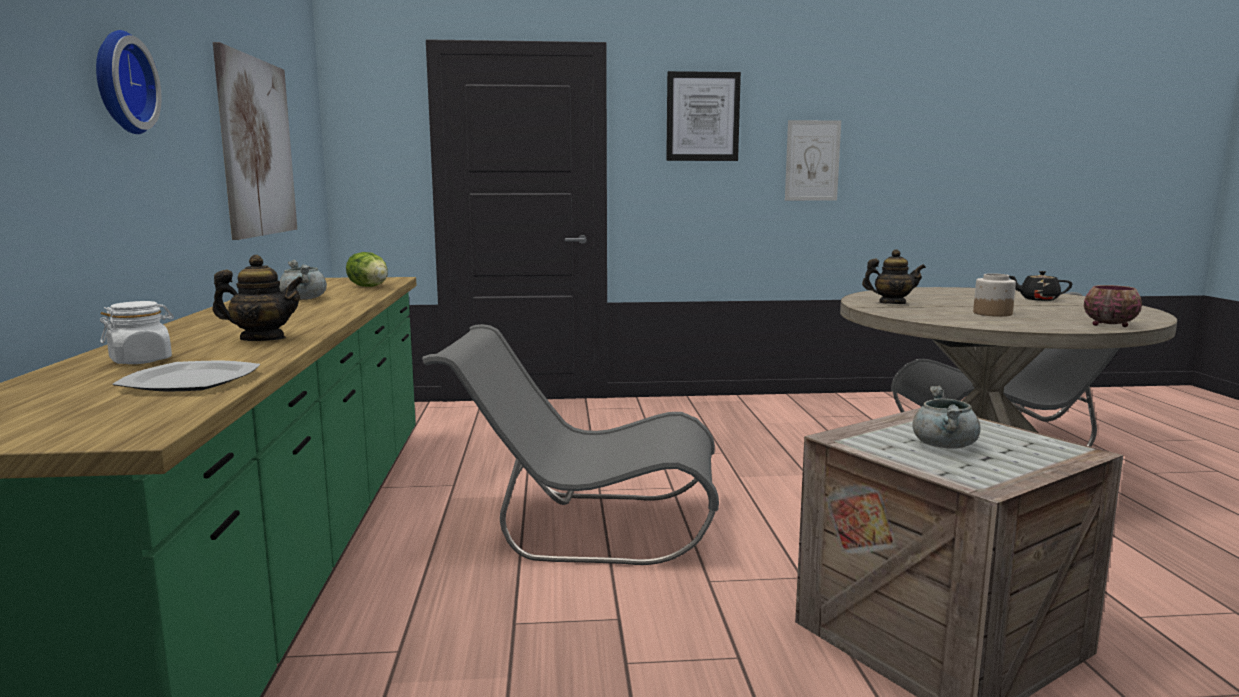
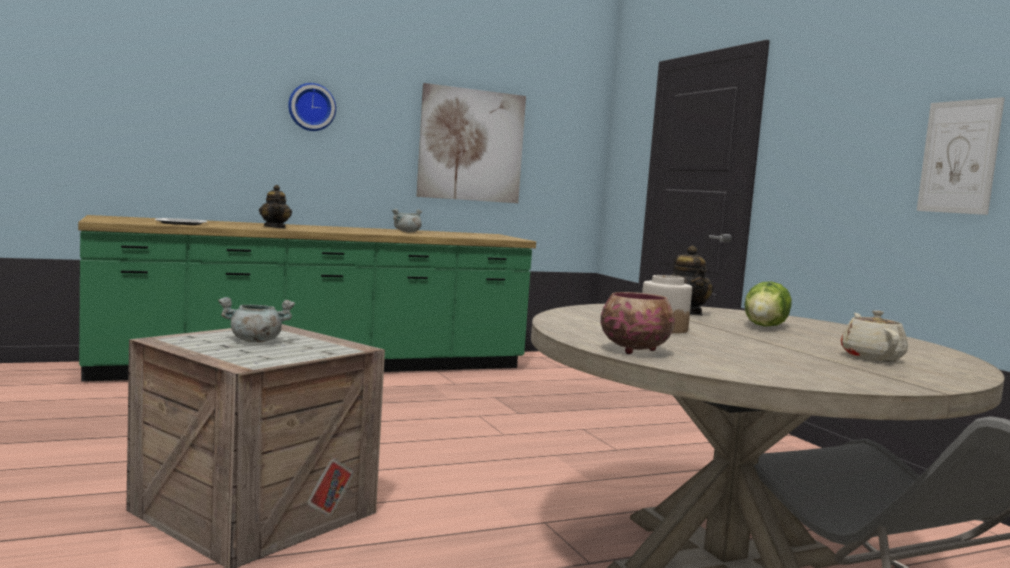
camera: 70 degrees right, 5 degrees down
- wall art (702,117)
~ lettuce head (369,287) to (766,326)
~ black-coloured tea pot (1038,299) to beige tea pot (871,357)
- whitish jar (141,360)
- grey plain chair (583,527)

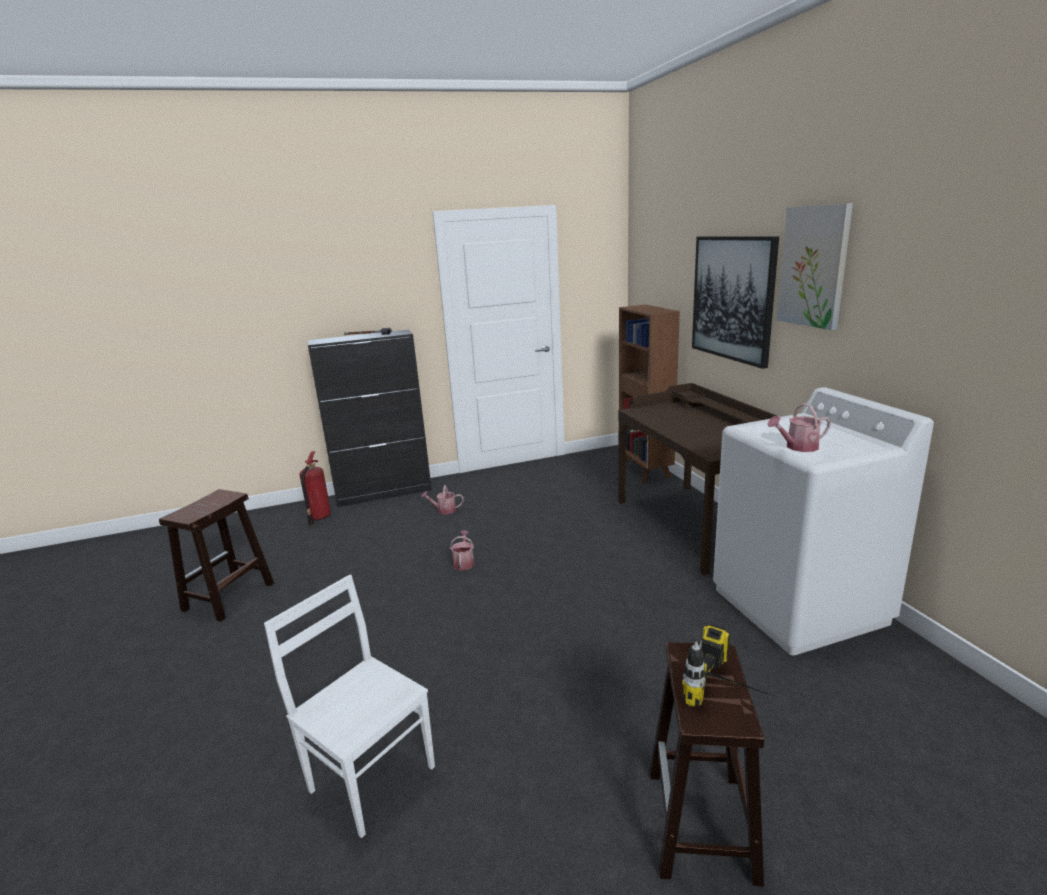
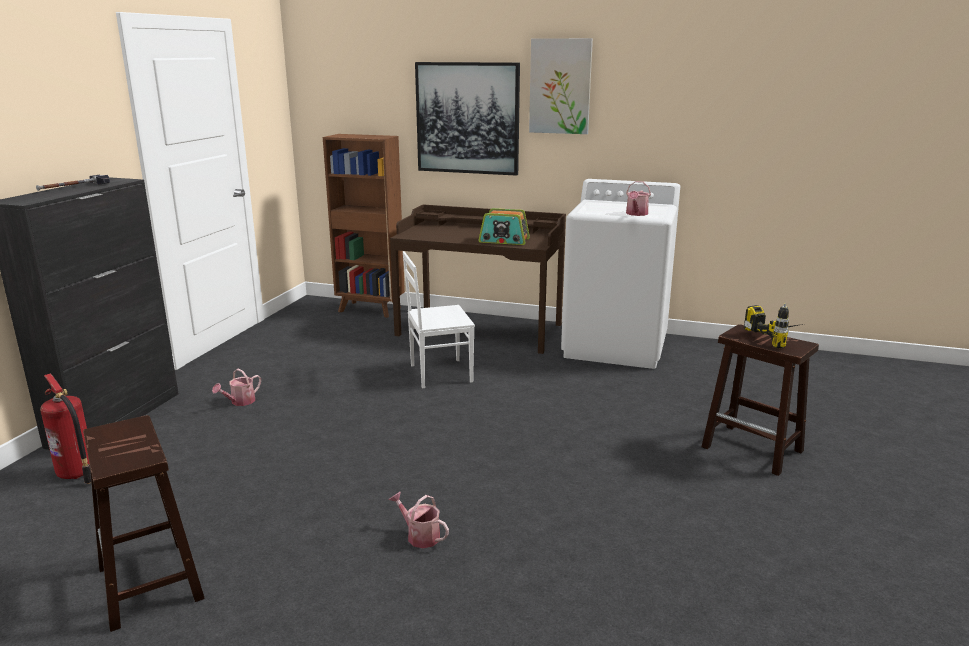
camera: 55 degrees left, 0 degrees up
~ sprinkling can (464,562) to (420,536)
~ whitish plain chair (372,776) to (439,373)
+ radio set (504,240)

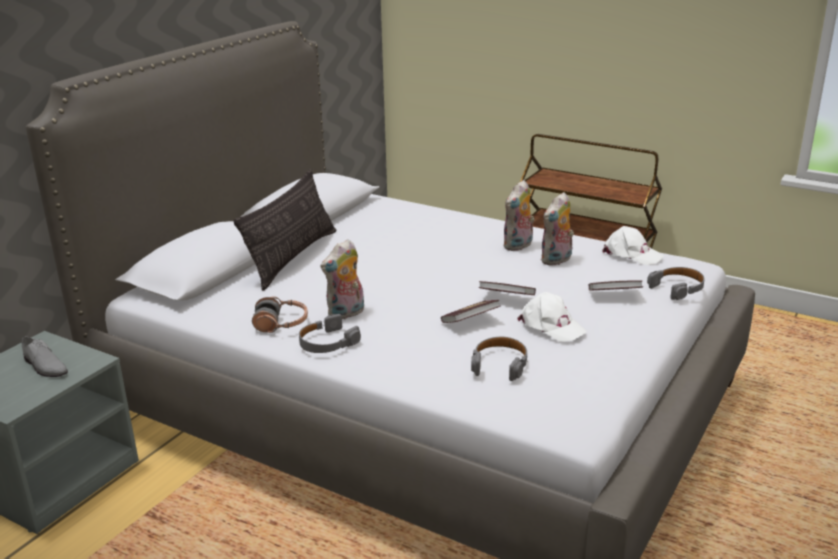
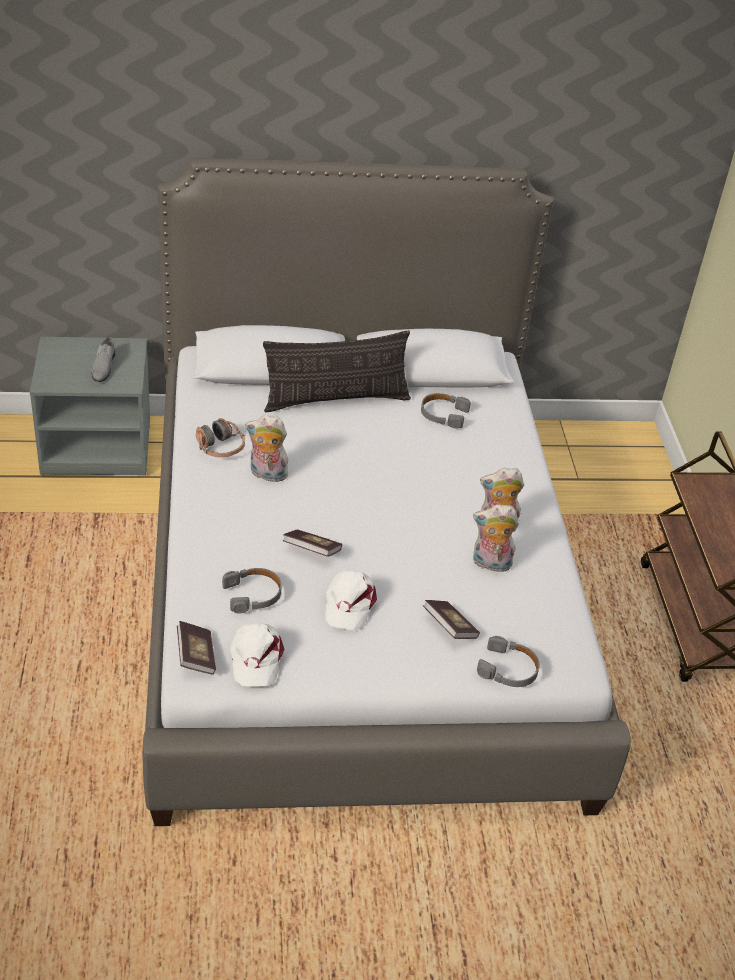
camera: 50 degrees right, 15 degrees up
~ whitish cap (631,254) to (255,658)
~ volume (507,298) to (196,656)
~ grey pair of headphones (327,343) to (443,414)

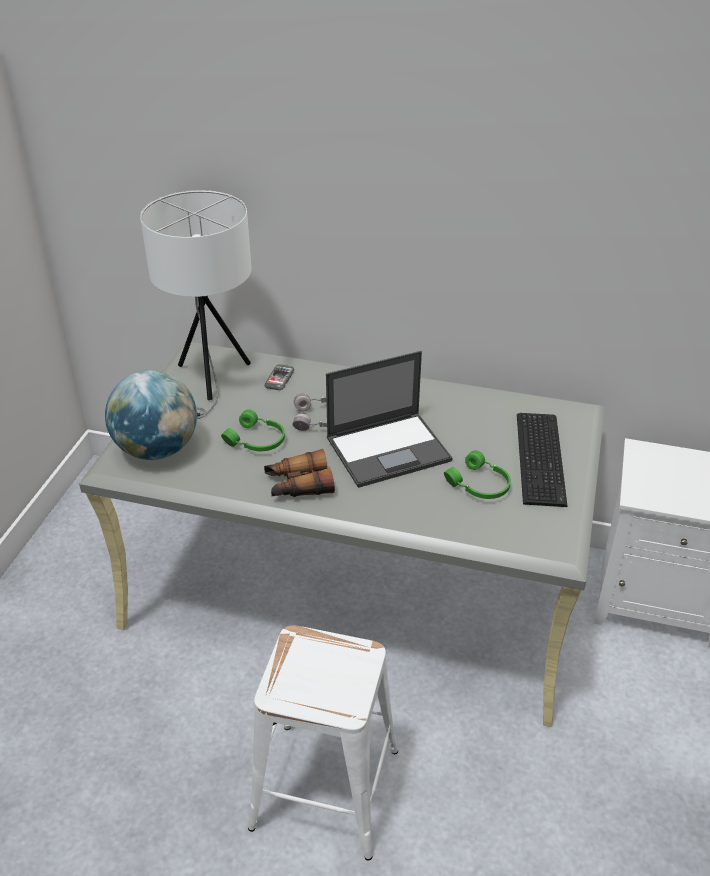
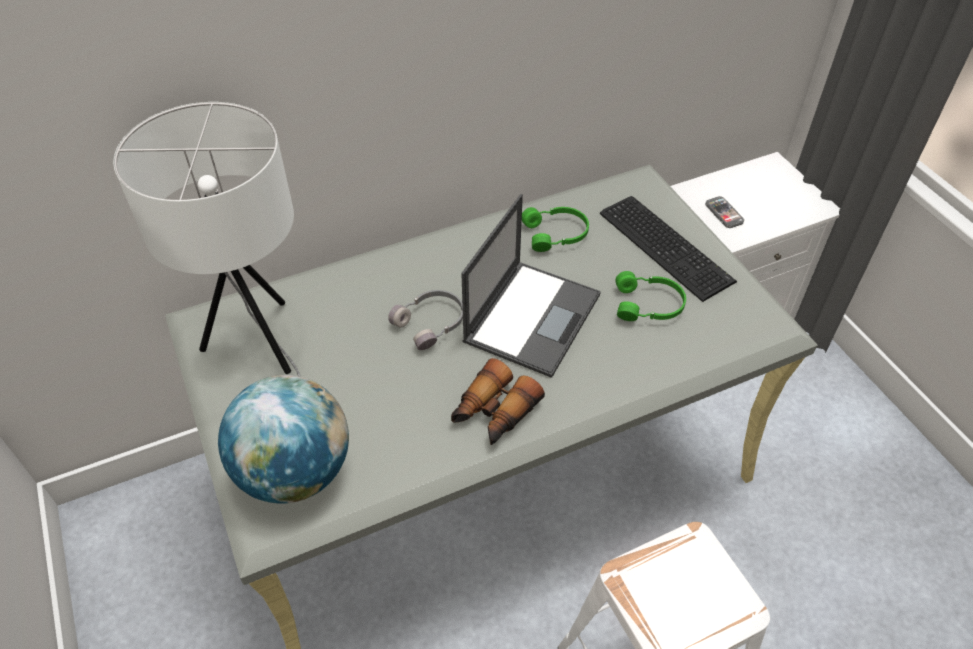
camera: 40 degrees left, 10 degrees up
~ phone (279,378) to (724,213)
~ green-coloured pair of headphones (256,441) to (556,234)

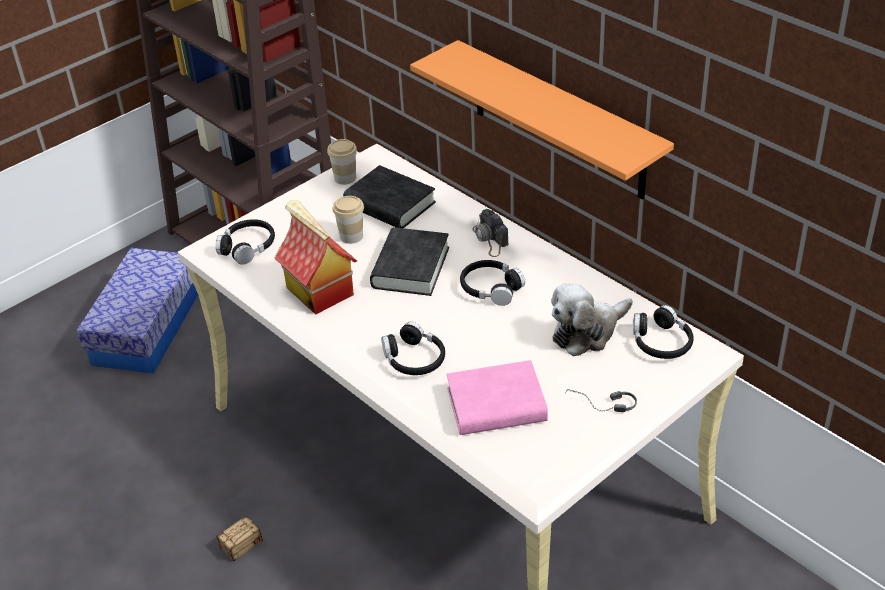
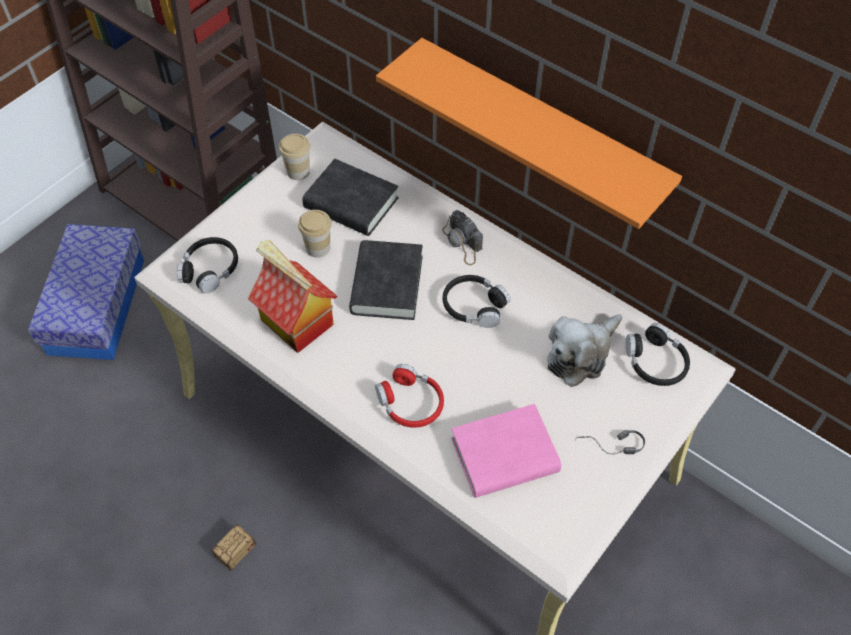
camera: 10 degrees left, 15 degrees up
~ black-coloured pair of headphones (414,359) to reddish pair of headphones (410,403)

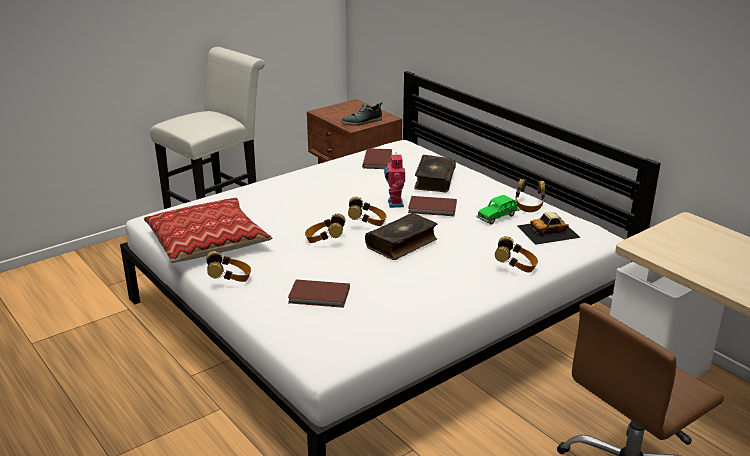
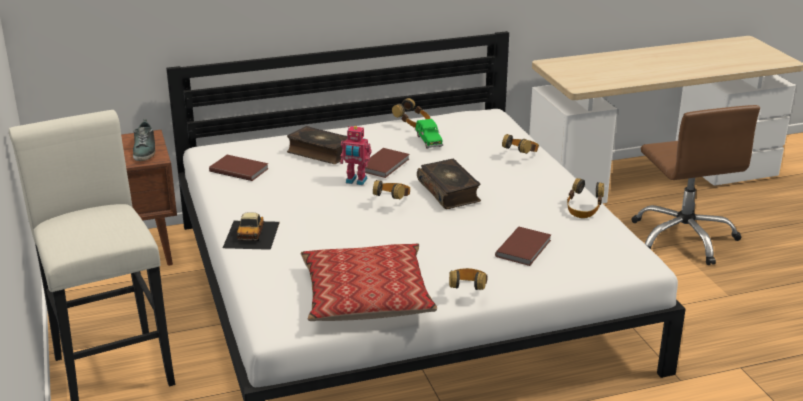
camera: 70 degrees left, 0 degrees up
~ miniature car (548,231) to (252,234)
~ pair of headphones (324,240) to (583,210)

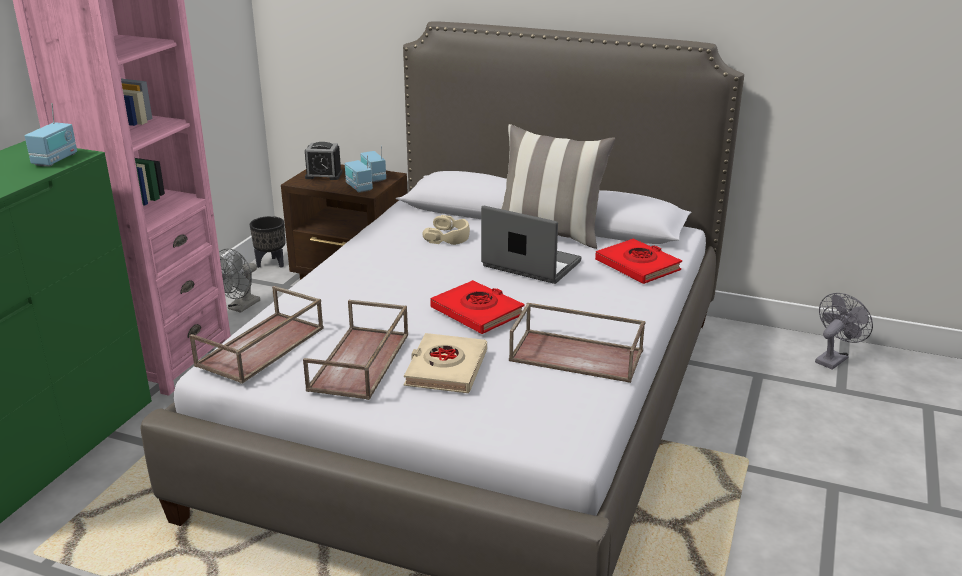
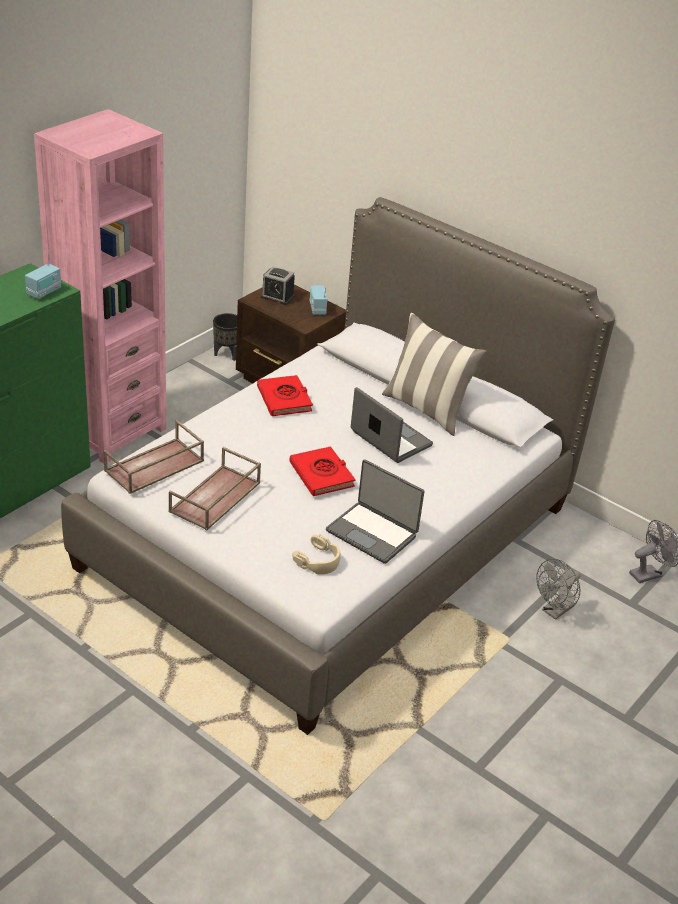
camera: 15 degrees right, 10 degrees up
- radio set (358,187)
~ beige pair of headphones (448,237) to (318,560)
~ reddish volume (638,266) to (284,399)
~ grey electric fan (241,307) to (555,611)
~ brown tray (578,355) to notebook computer (372,533)
- beige volume (445,369)

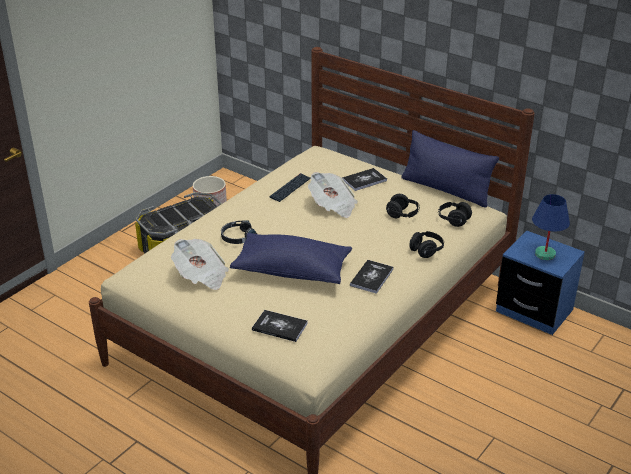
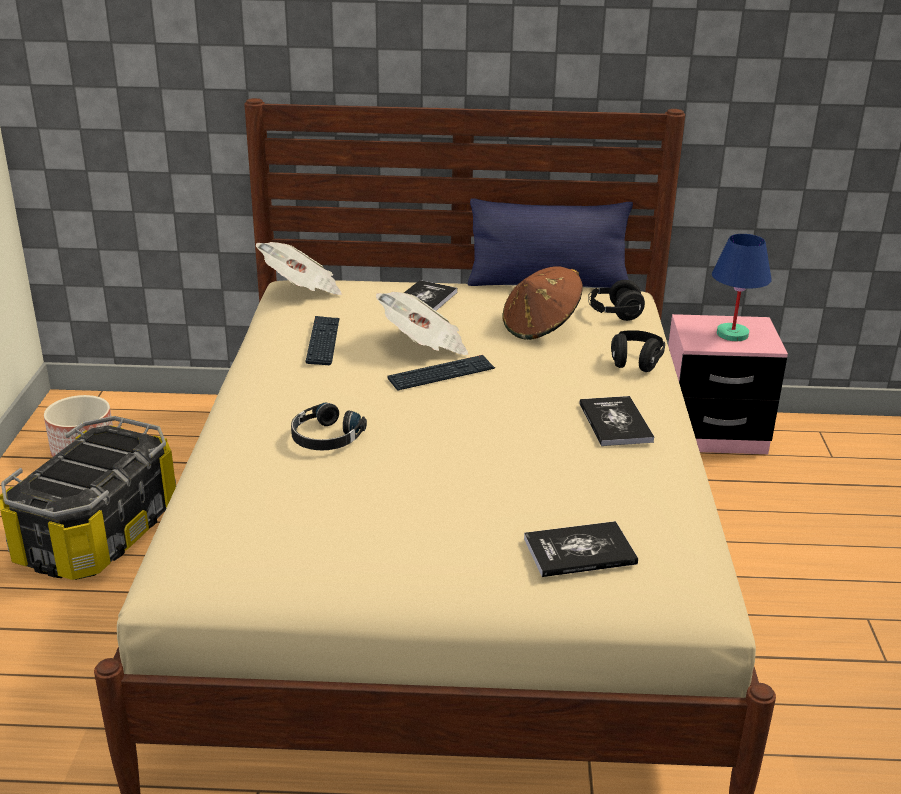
camera: 35 degrees left, 5 degrees down
~ black-coloured pair of headphones (403,215) to brown hat (541,327)
~ blue night table (534,311) to pink-coloured night table (712,433)
- blue pillow (292,271)
~ newspaper (201,276) to (302,289)
+ computer keyboard (441,374)

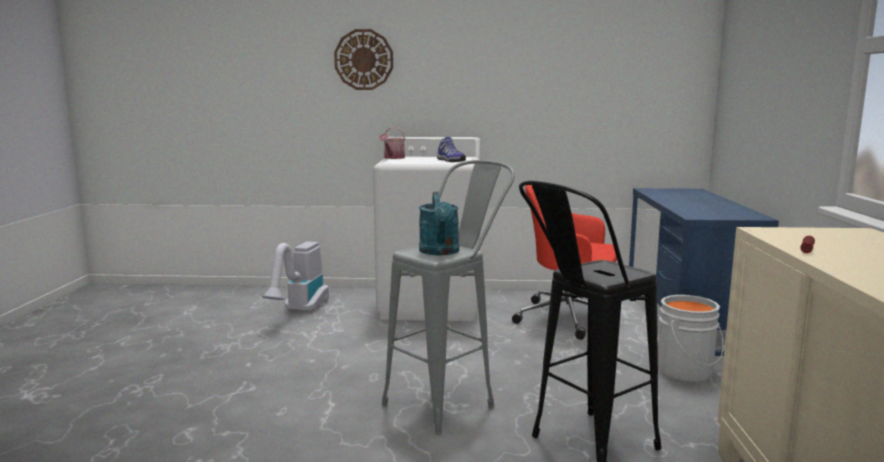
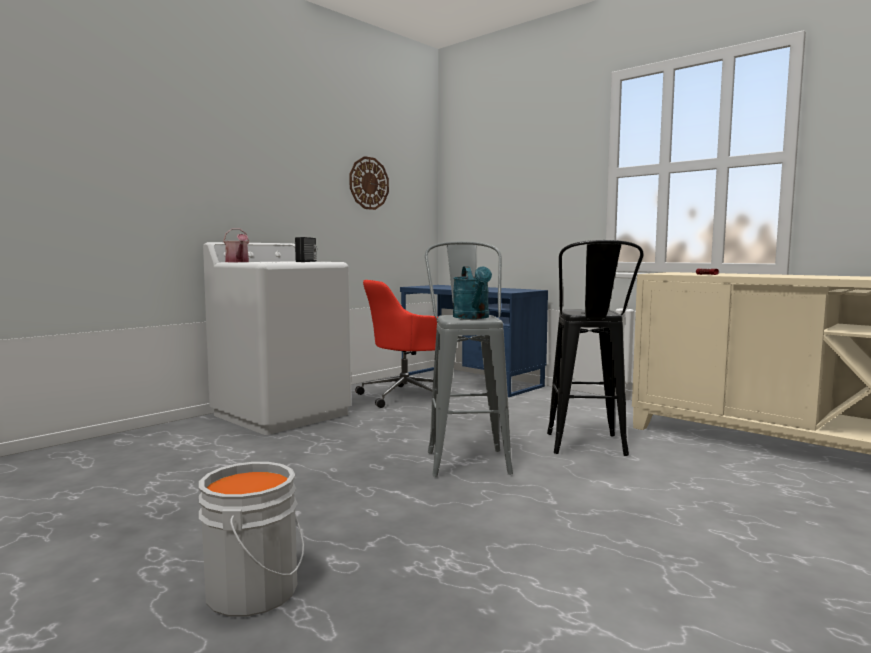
camera: 50 degrees left, 5 degrees down
~ hanging clock (363,59) to (368,183)
~ shoe (450,161) to radio set (307,261)
~ blue-green sprinkling can (440,252) = (473,317) 45 degrees clockwise
- vacuum cleaner (299,311)
~ grey pail (687,372) to (257,591)

